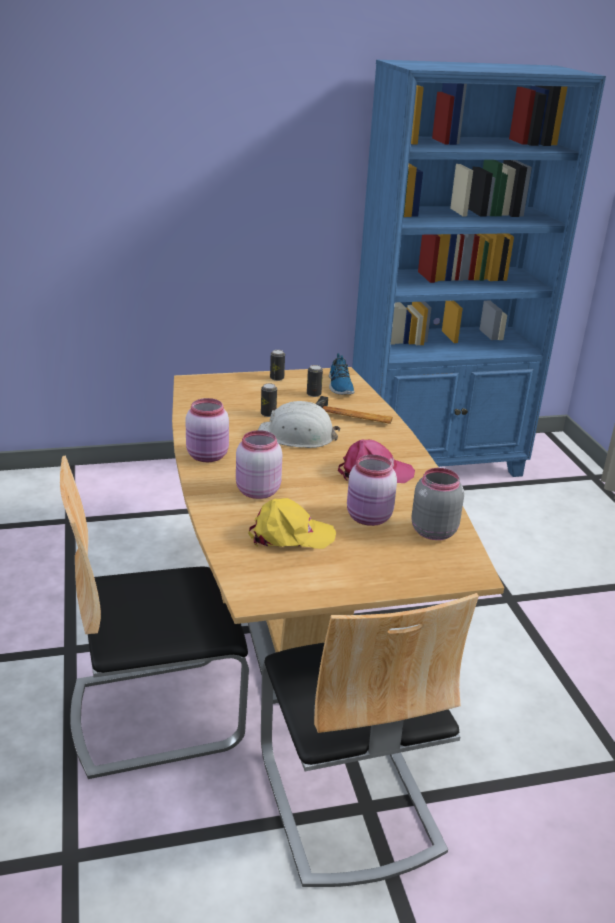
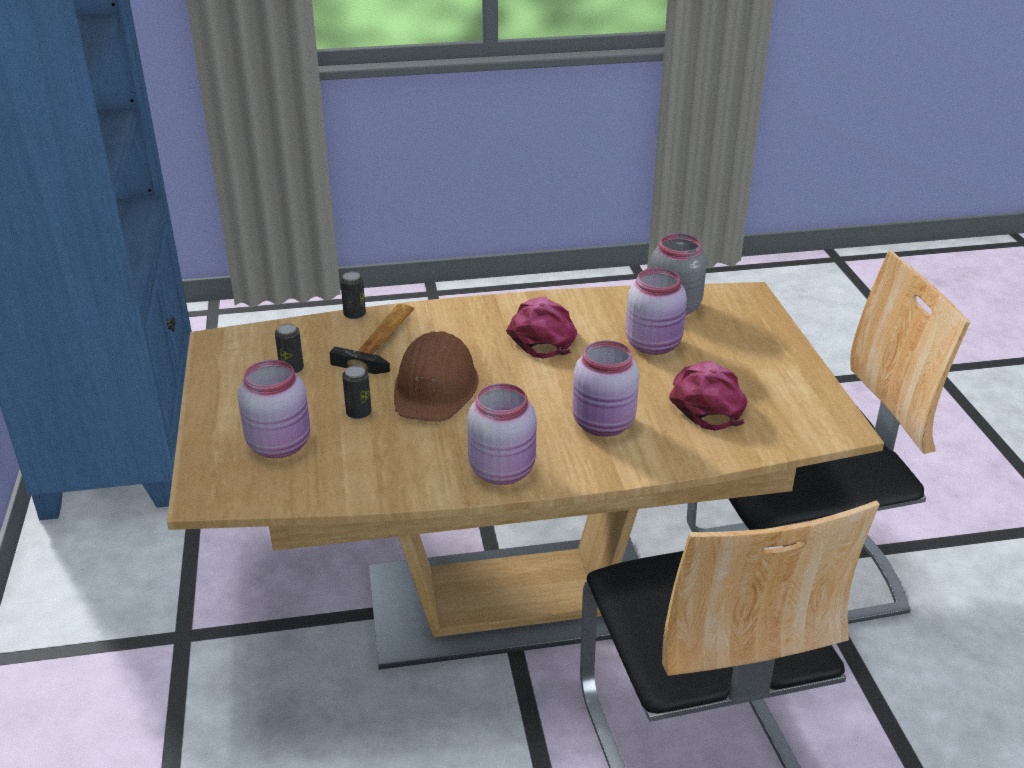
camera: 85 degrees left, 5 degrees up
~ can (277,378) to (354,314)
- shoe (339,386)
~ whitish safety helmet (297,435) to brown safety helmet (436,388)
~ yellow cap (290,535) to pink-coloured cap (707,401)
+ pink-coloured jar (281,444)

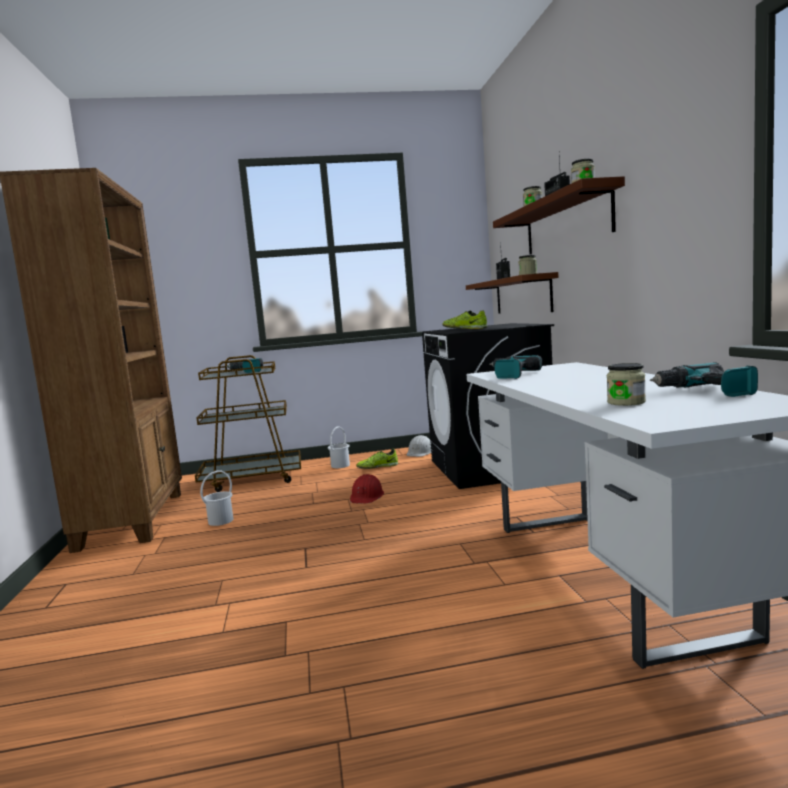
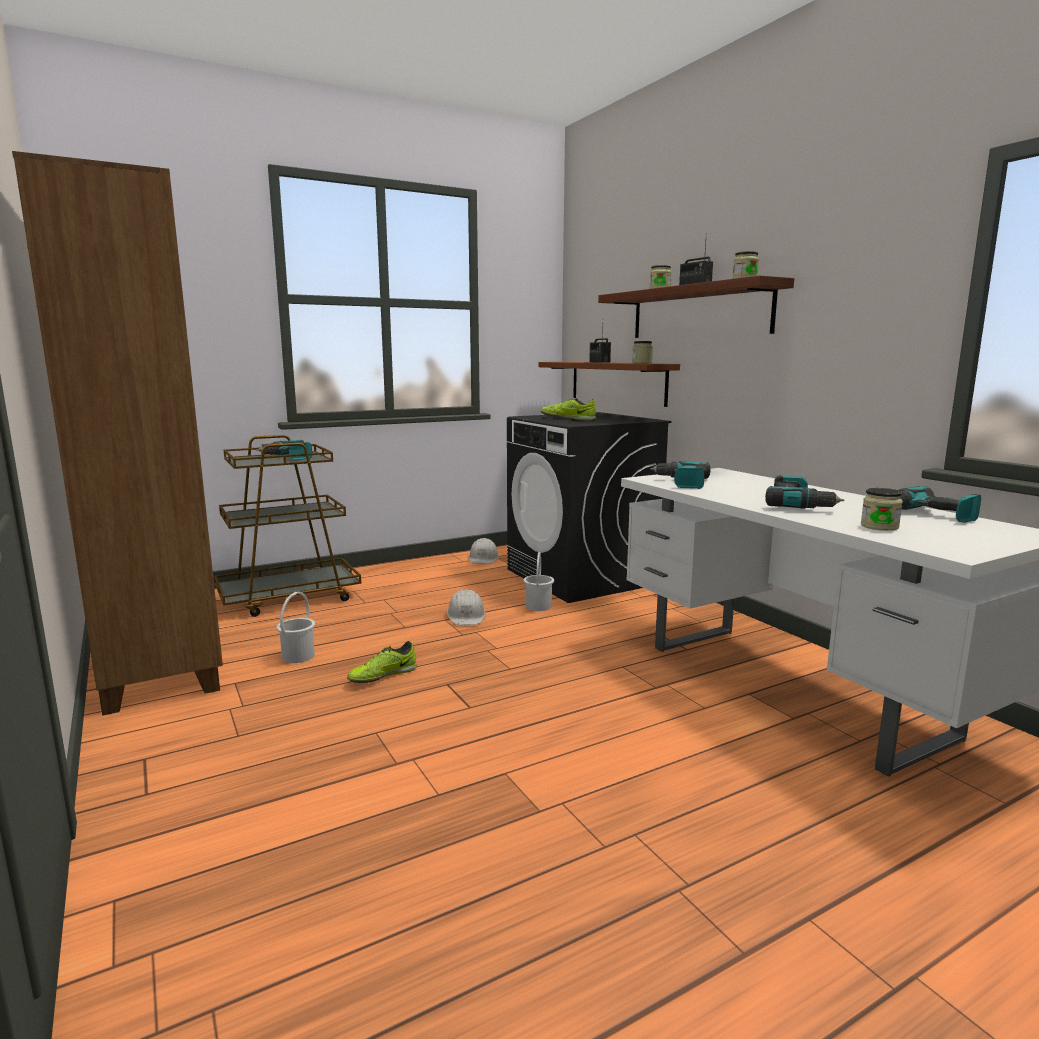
camera: 20 degrees left, 5 degrees up
~ whitish pail (340,465) to (539,606)
~ shoe (377,467) to (382,676)
~ reddish safety helmet (367,496) to whitish safety helmet (466,616)
+ electric drill (799,505)

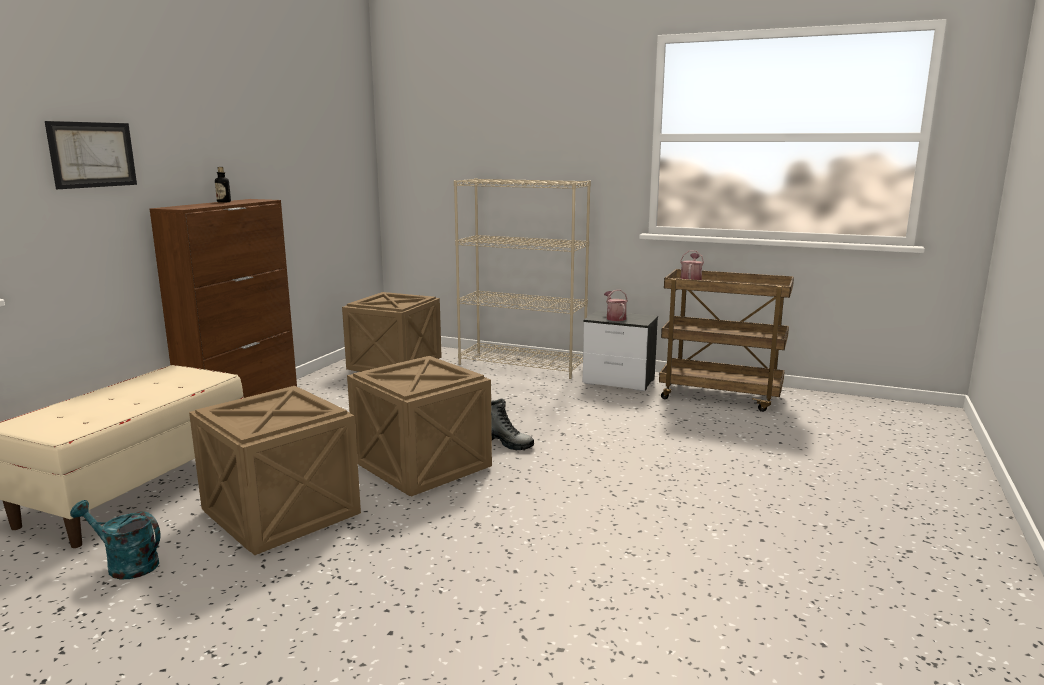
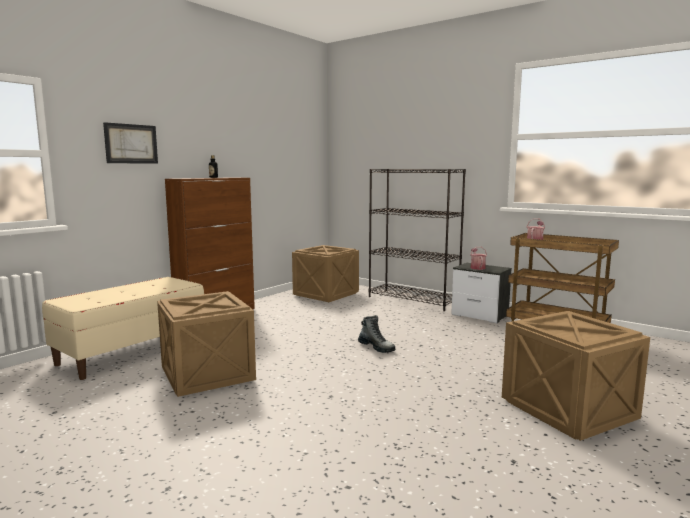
camera: 15 degrees right, 5 degrees down
~ beige bookshelf (523,365) to black-coloured bookshelf (413,300)
~ packing crate (420,465) to (566,409)
- blue-green sprinkling can (125,565)

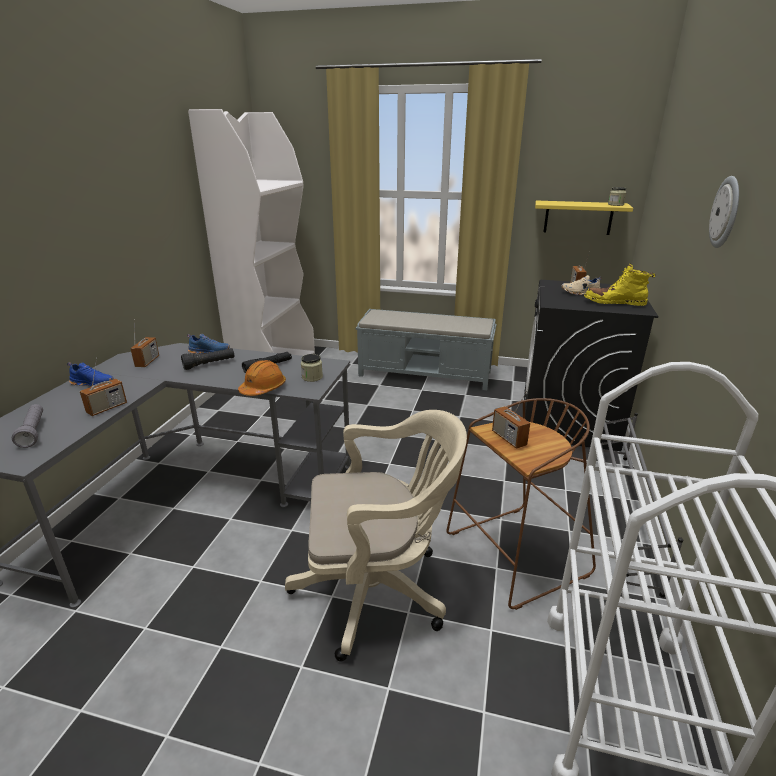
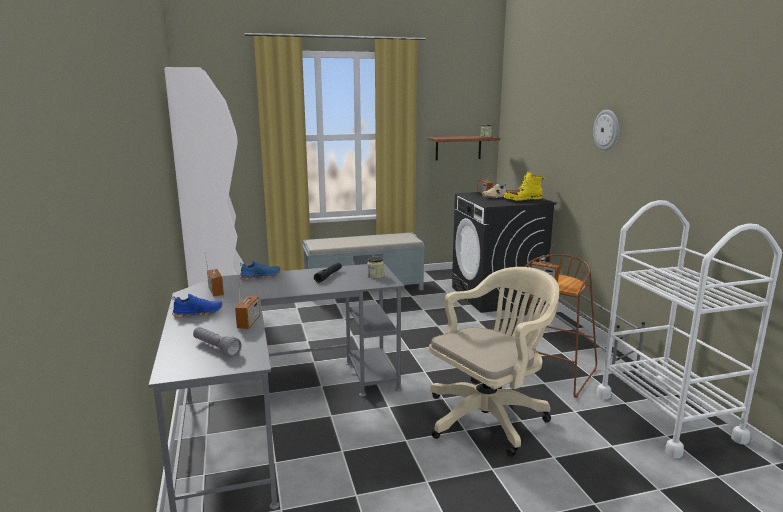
camera: 30 degrees left, 10 degrees down
~ yellow shelf (578,217) to brown shelf (458,148)
- black-coloured torch (209,364)
- orange safety helmet (263,388)

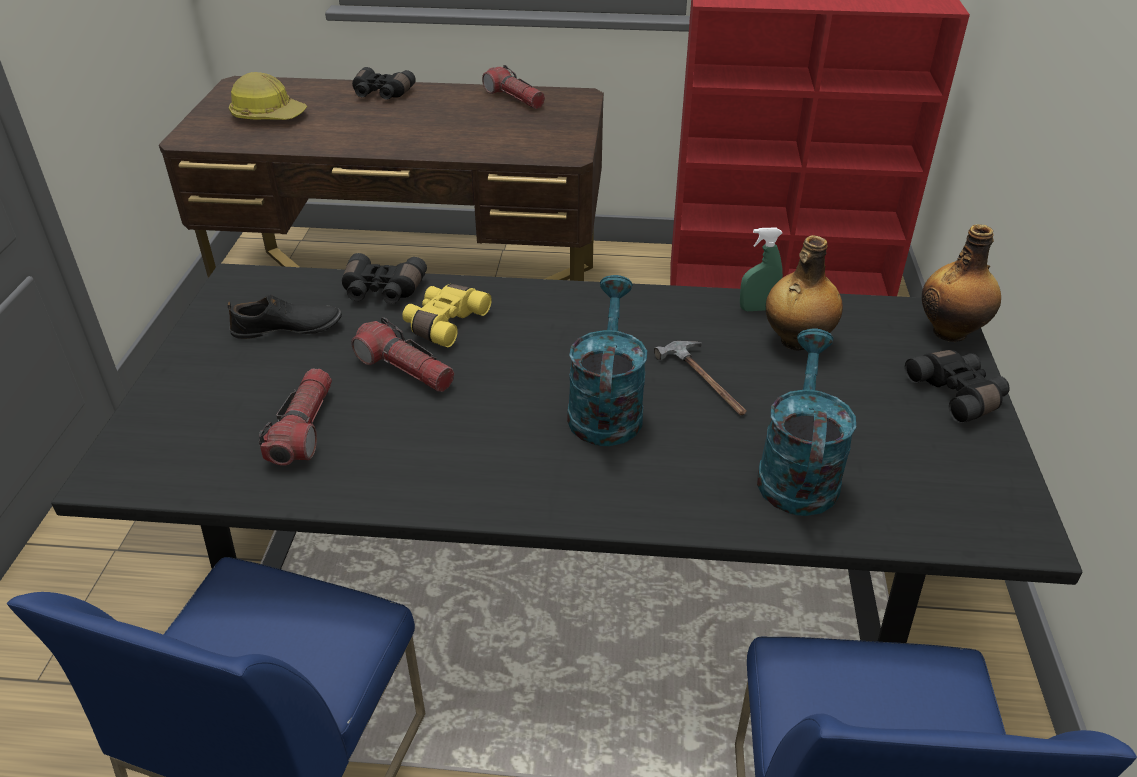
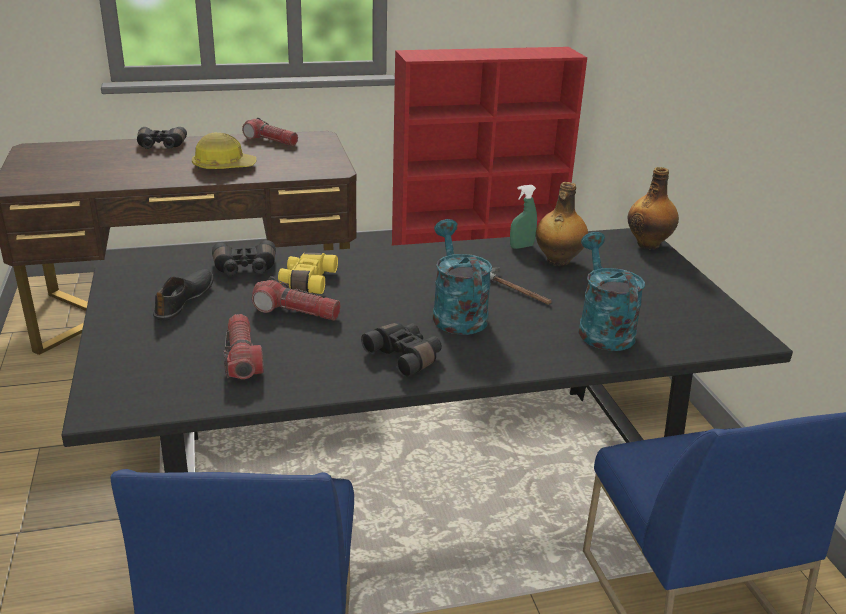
camera: 20 degrees left, 10 degrees down
~ safety helmet (268,115) to (223,166)
~ black-coloured shoe (287,328) = (185,300) 45 degrees counterclockwise
~ black-coloured field glasses (958,394) to (405,356)

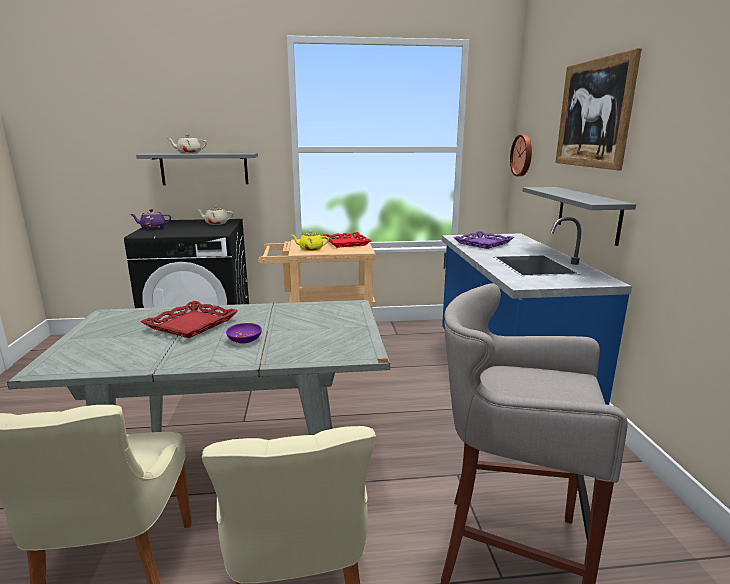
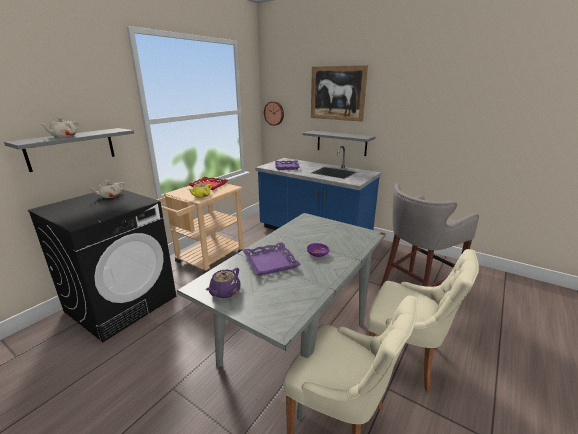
camera: 50 degrees left, 5 degrees up
~ purplish tea pot (152,228) to (224,292)
~ reddish tray (191,324) to purplish tray (270,262)

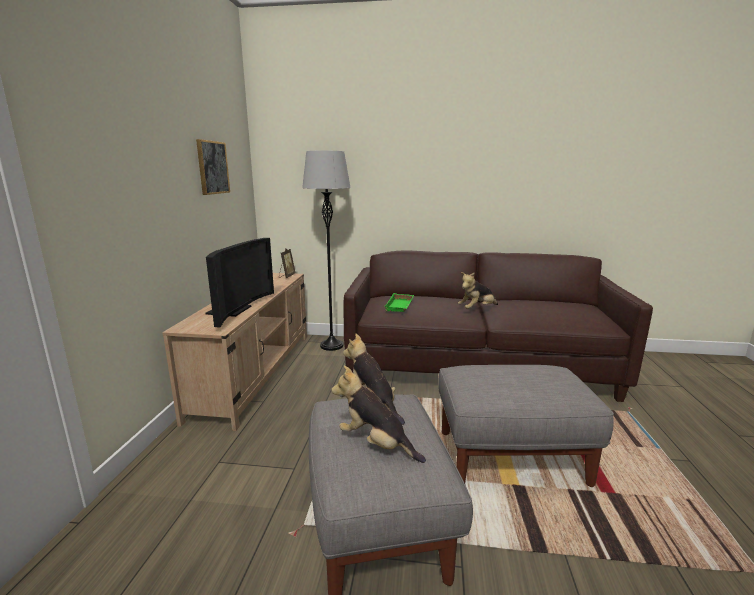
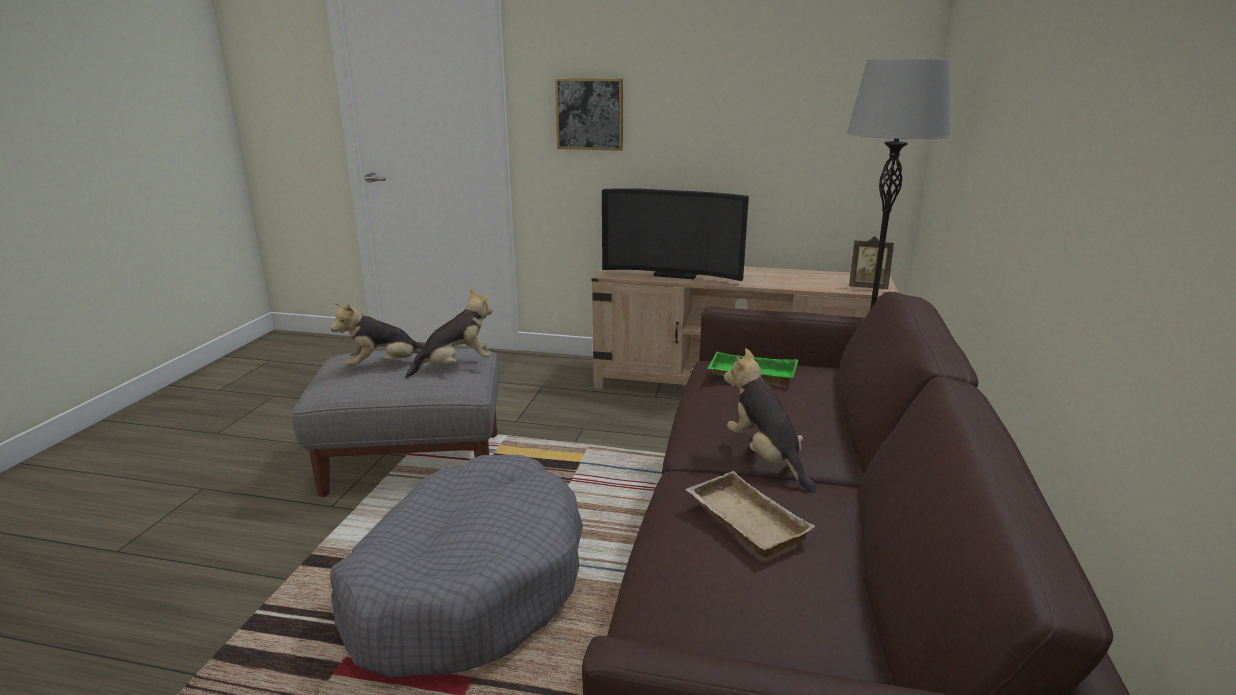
camera: 95 degrees right, 5 degrees up
~ wall art (212,167) to (589,114)
~ plush toy (376,444) = (385,366) 150 degrees counterclockwise
~ grey footrest (512,457) to grey dog cushion (467,584)
+ beige tray (742,521)

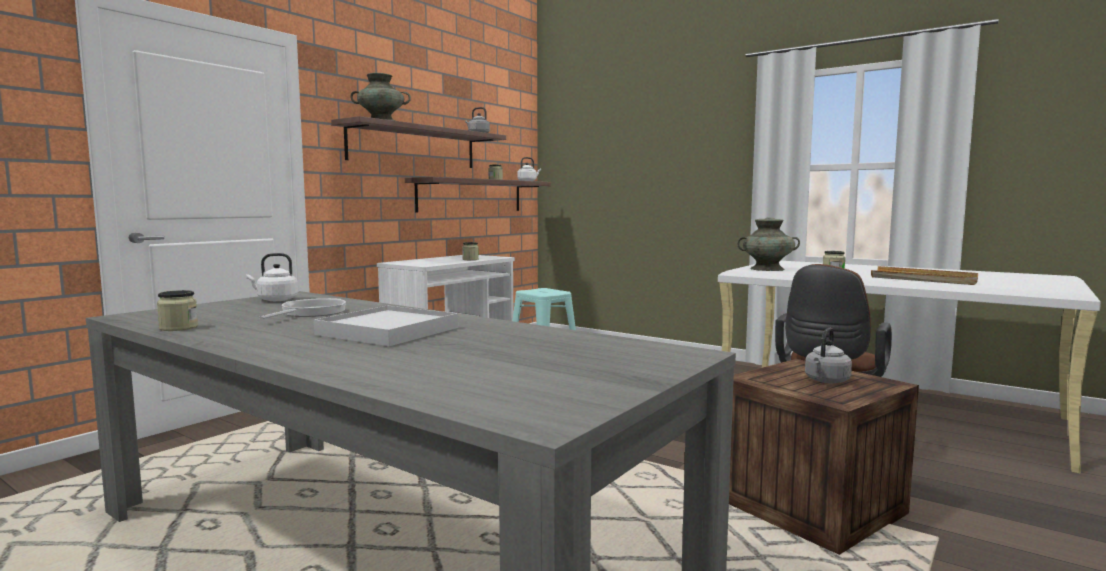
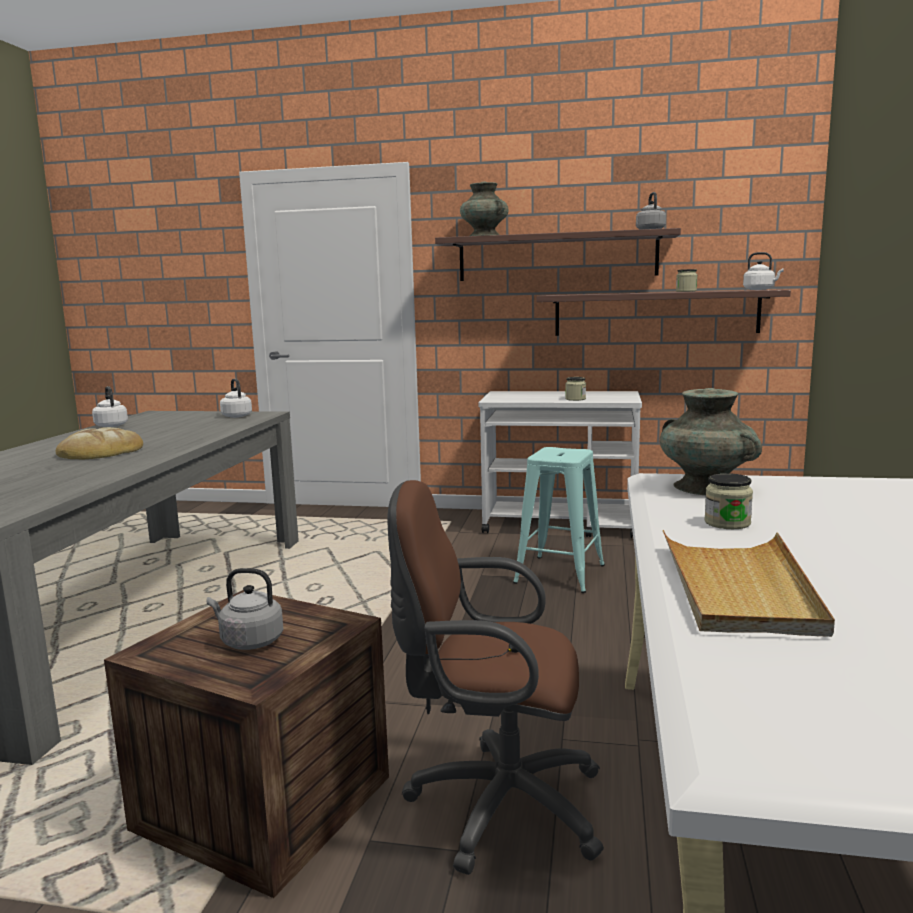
camera: 65 degrees right, 5 degrees up
~ jar (178,328) to whitish tea kettle (111,425)
- skillet (310,313)
~ whitish tray (387,331) to bread (100,452)

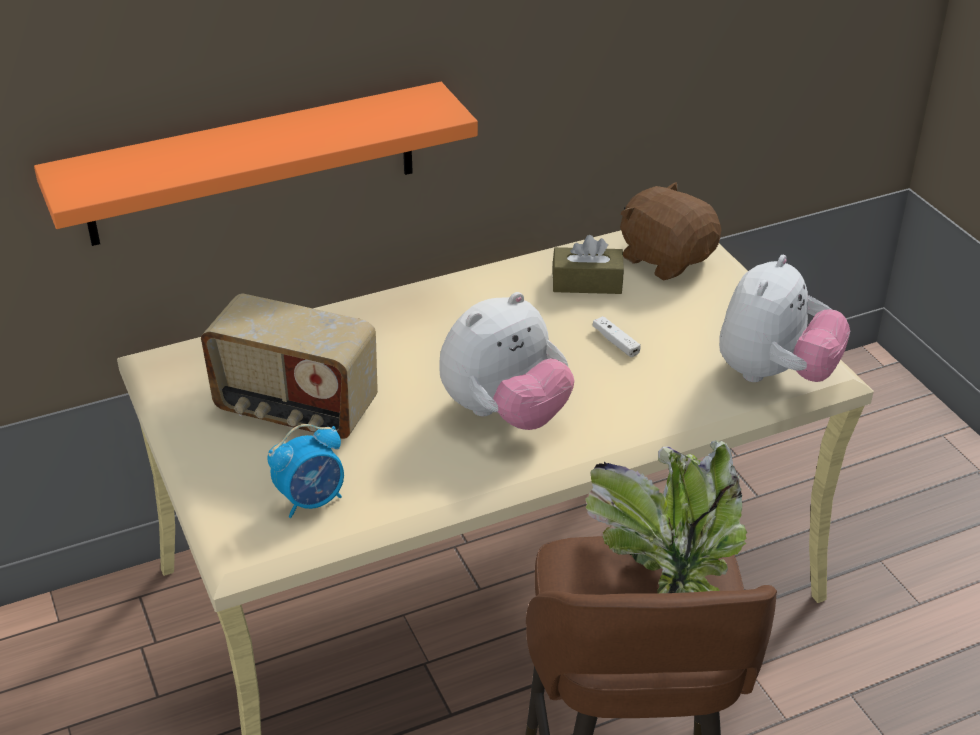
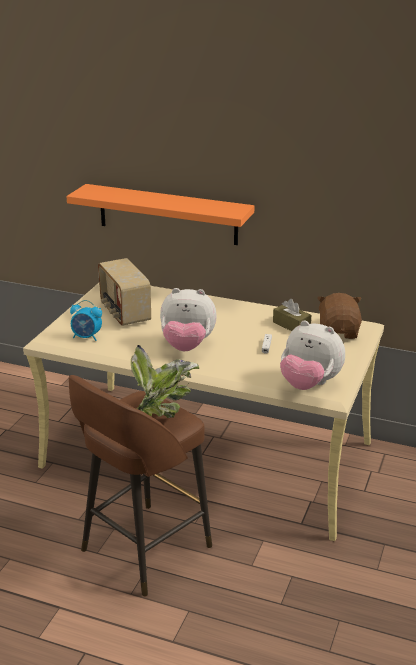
camera: 45 degrees right, 10 degrees down
~ plush toy (774,374) = (309,384) 45 degrees clockwise

